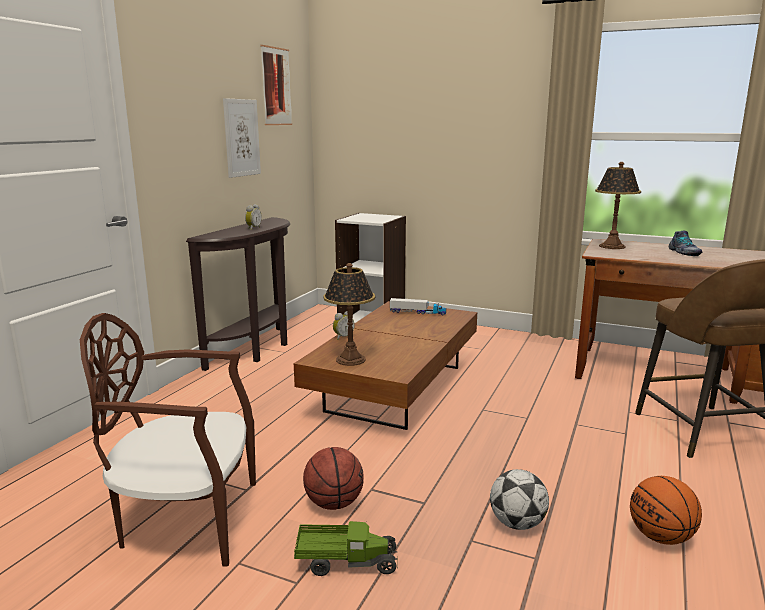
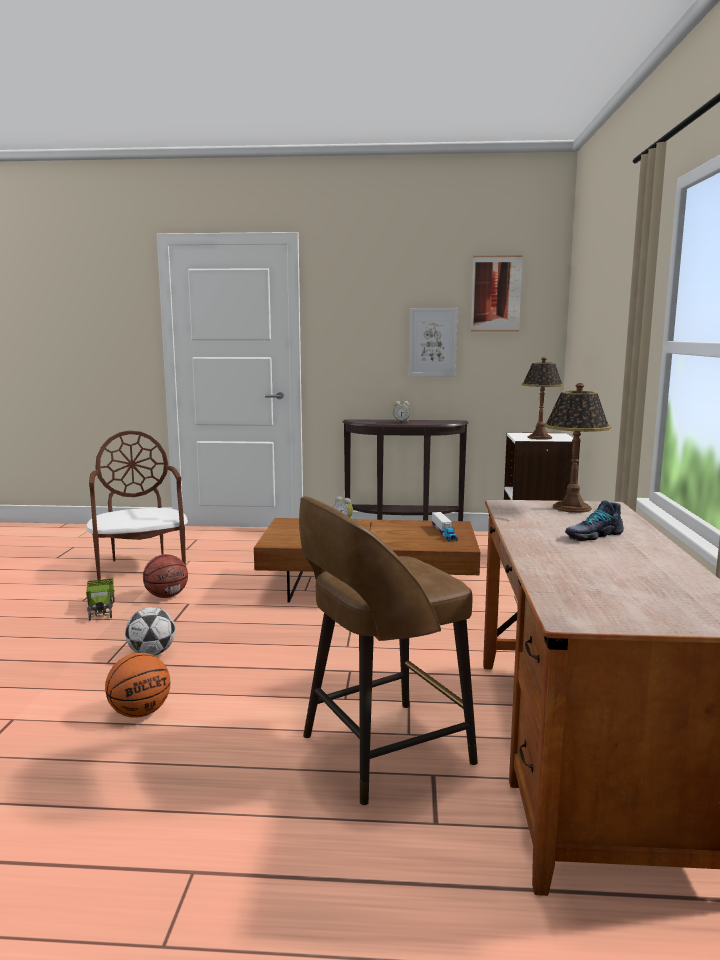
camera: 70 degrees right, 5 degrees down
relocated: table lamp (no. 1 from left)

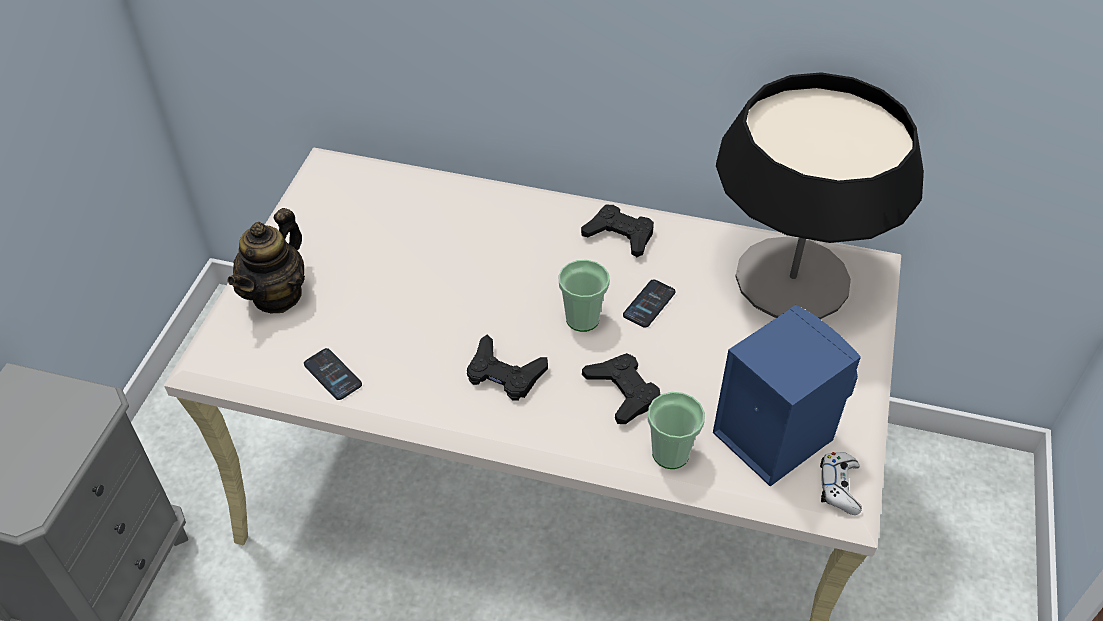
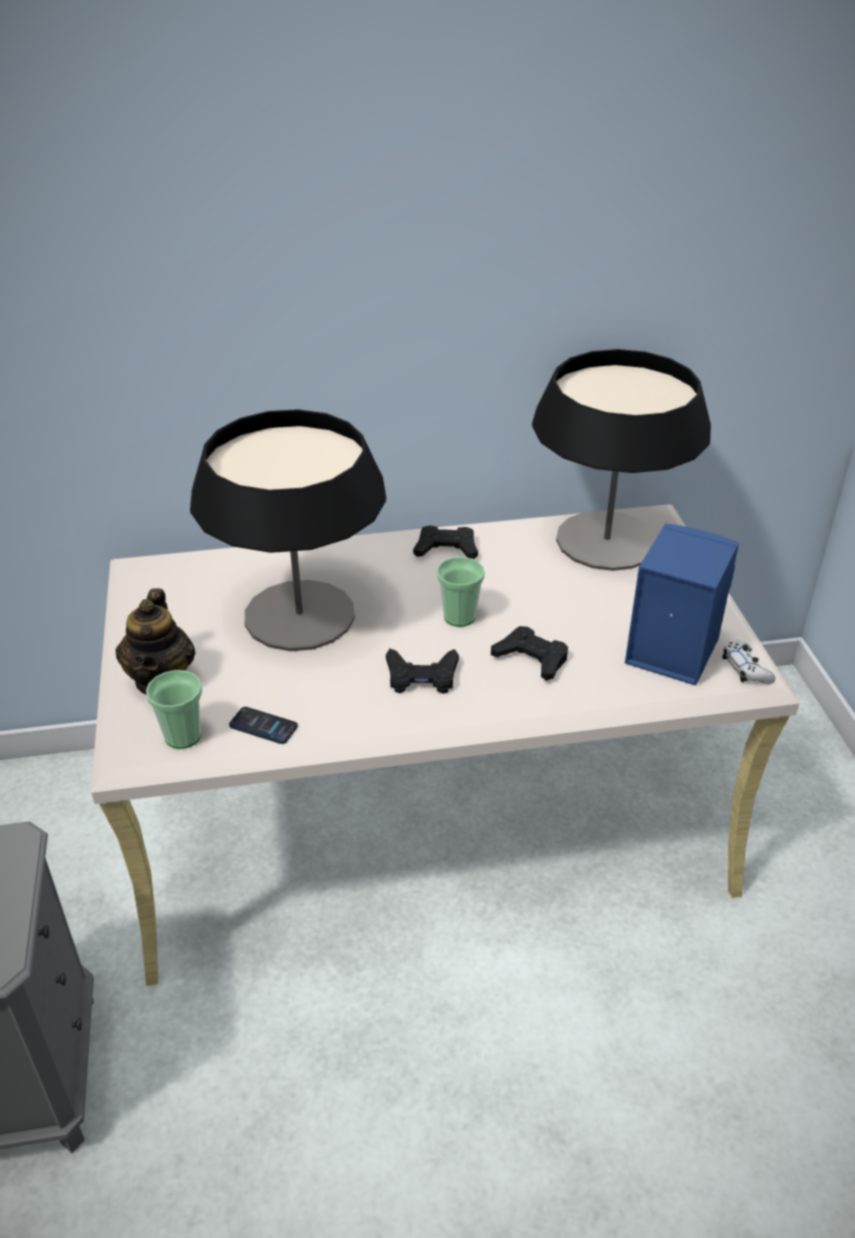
camera: 25 degrees left, 10 degrees down
missing: phone (no. 2 from left)
appeared: table lamp (no. 1 from left)
relocated: cup (no. 2 from left in the first image) to cup (no. 1 from left)

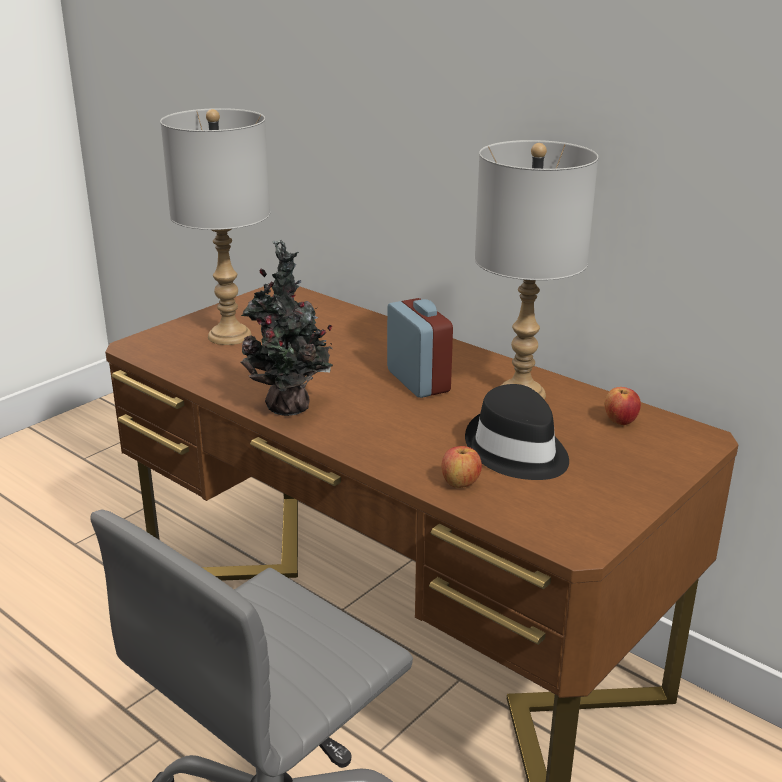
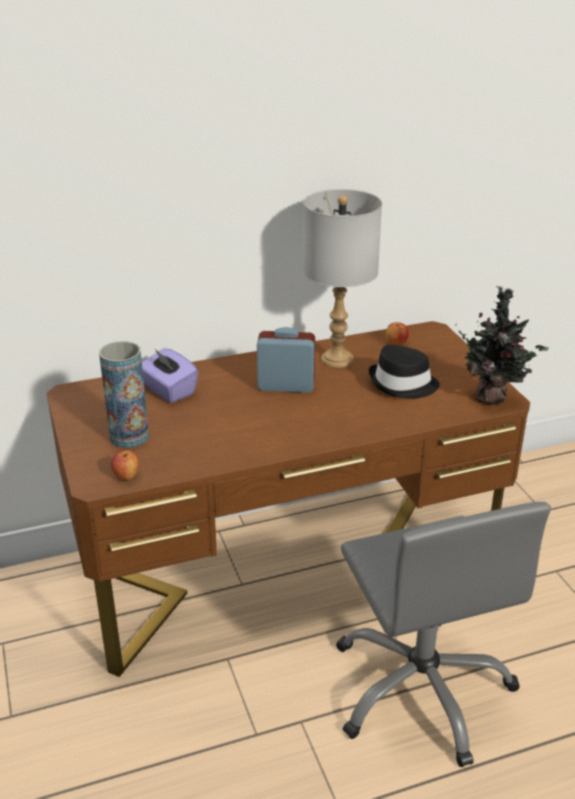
camera: 60 degrees left, 5 degrees up
appeared: tissue box/purple
relocated: potted plant; apple (no. 1 from left)
exchanged: table lamp/grey (no. 1 from left) to vase

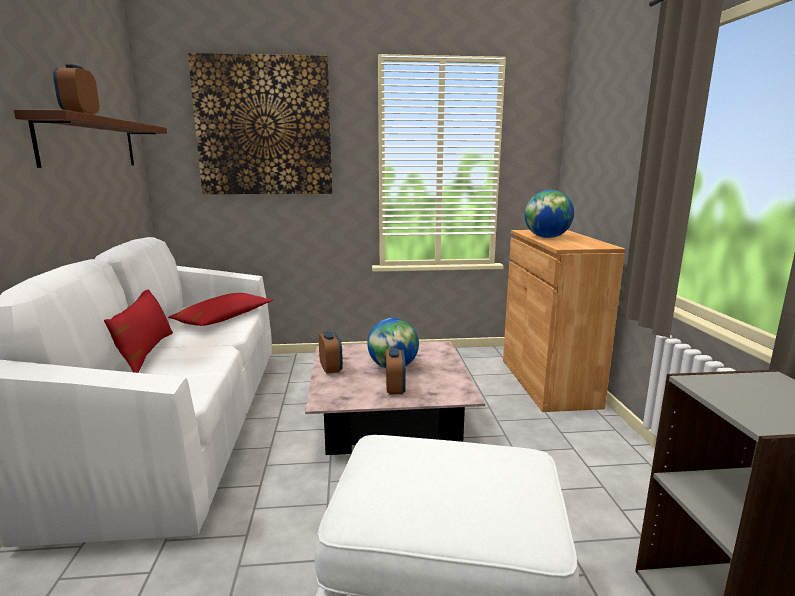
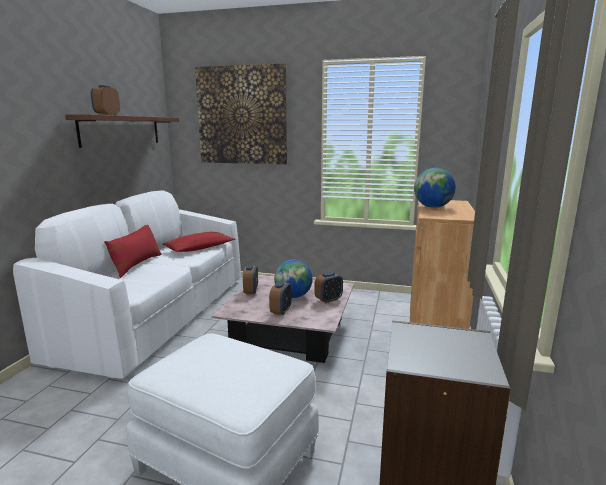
camera: 20 degrees right, 0 degrees up
appeared: alarm clock (no. 4 from left)

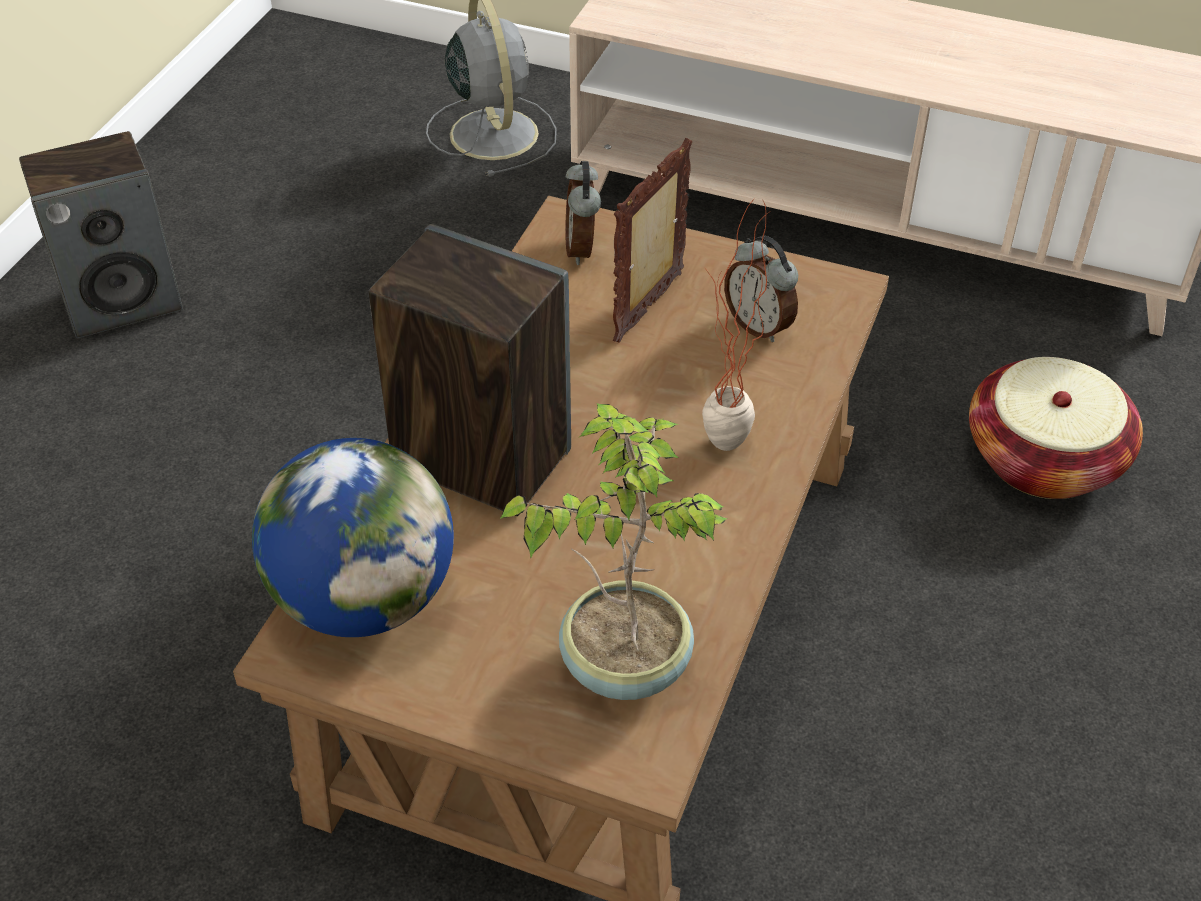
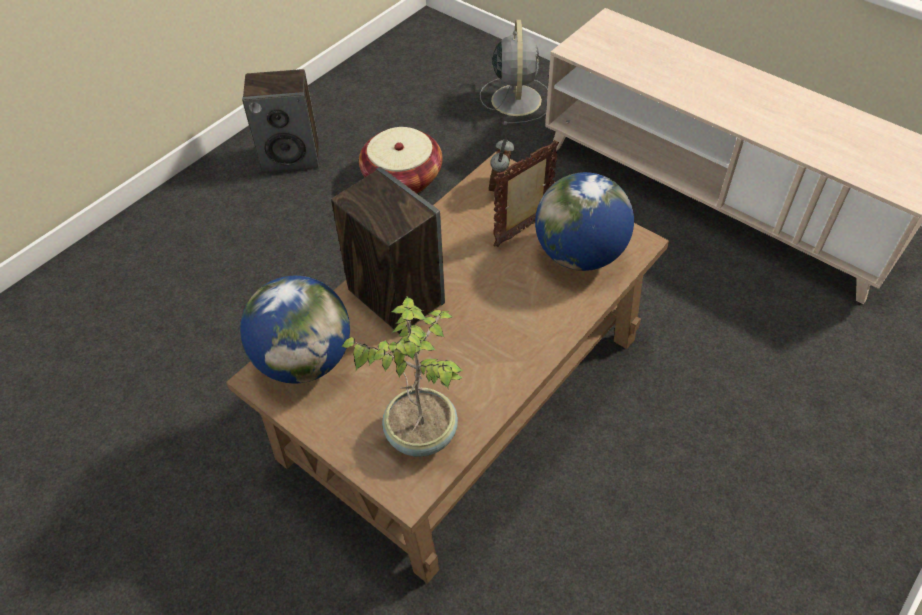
camera: 20 degrees right, 5 degrees up
missing: potted plant (no. 2 from left)
relocated: basket
exchanged: alarm clock (no. 2 from left) to globe (no. 2 from left)

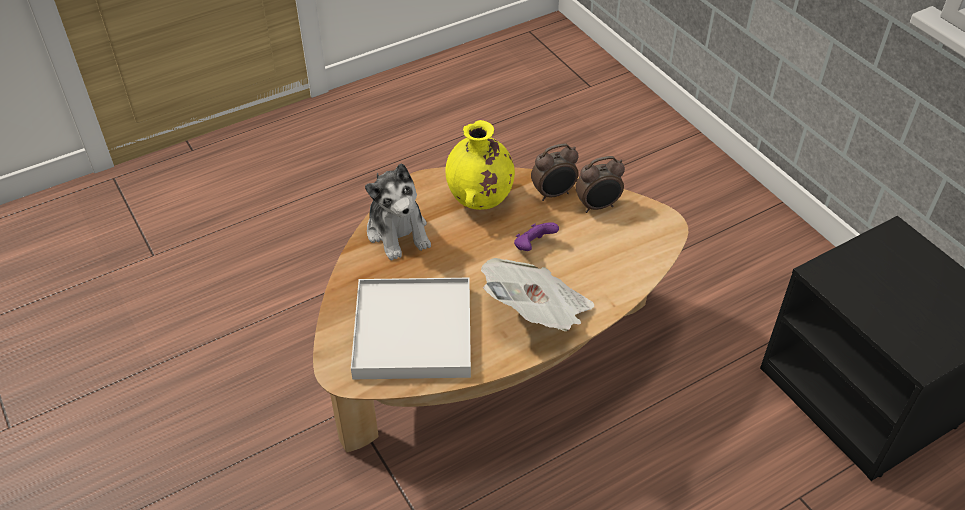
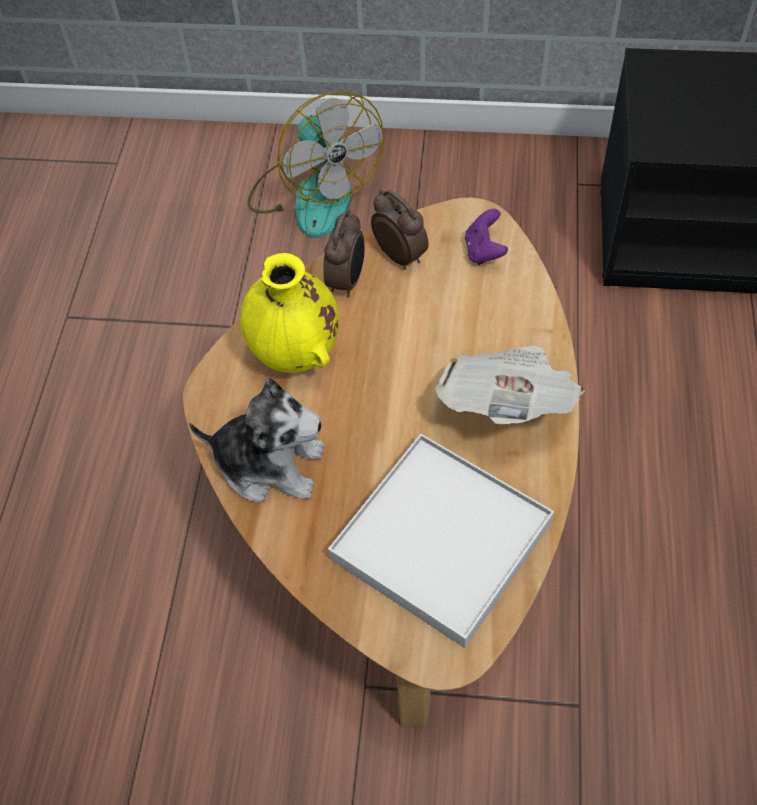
camera: 50 degrees left, 10 degrees up
appeared: fan
relocated: game controller/purple
spun: alarm clock (no. 2 from left) 60 degrees counterclockwise

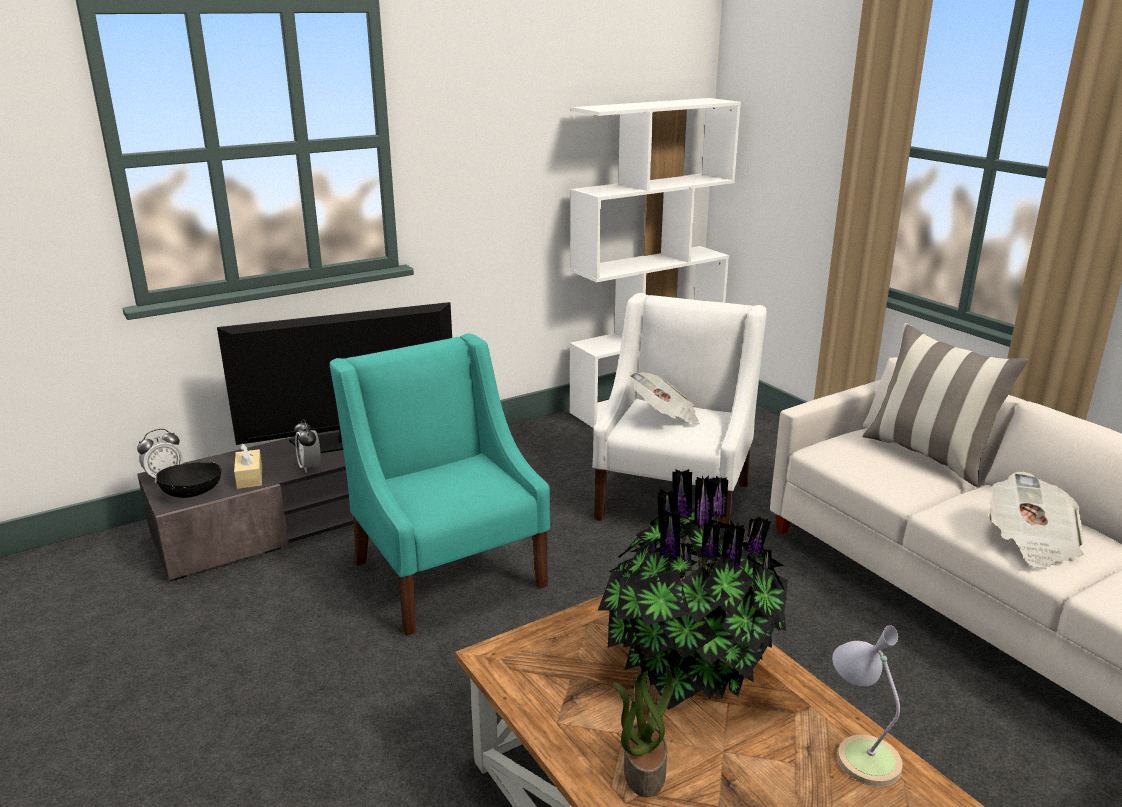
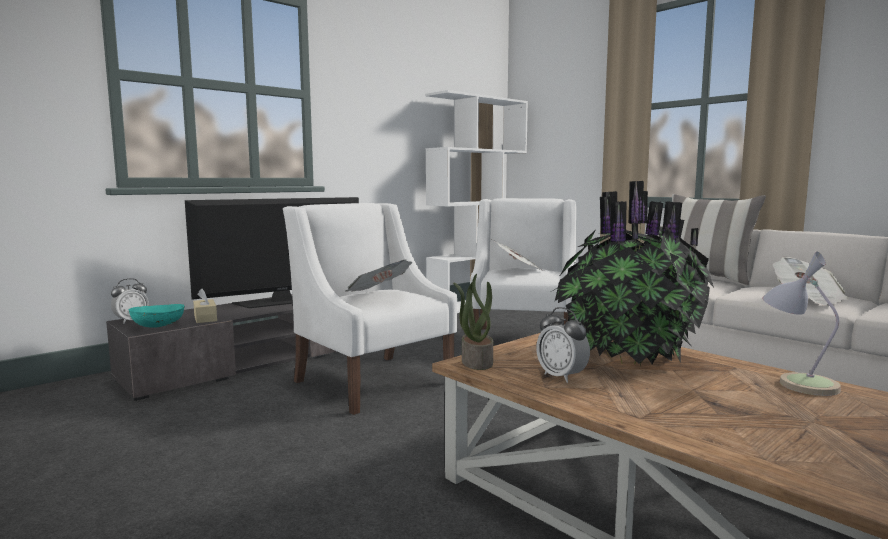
camera: 10 degrees left, 15 degrees down
appeared: newspaper (no. 1 from left)
relocated: alarm clock (no. 2 from left); potted plant (no. 1 from left)
colour: armchair/turquoise to armchair/white (no. 1 from left); bowl/black to bowl/turquoise

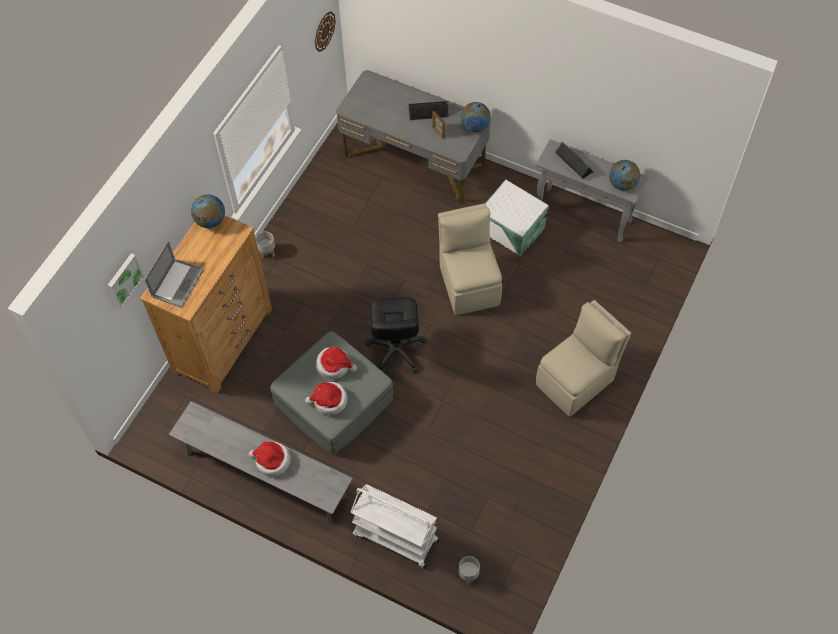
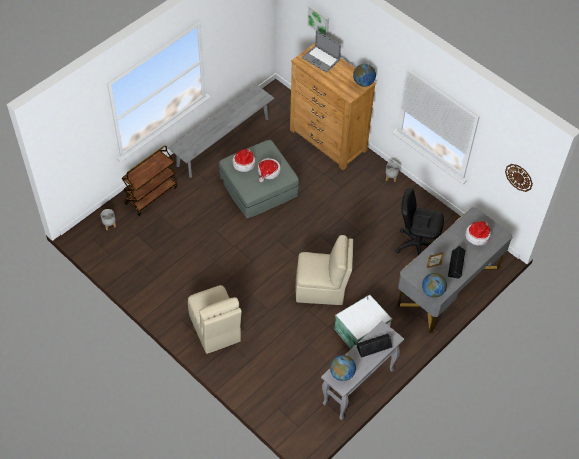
camera: 105 degrees right, 5 degrees down
relocated: office chair/black; hat (no. 1 from left in the first image) to hat (no. 3 from left)
colour: cart/white to cart/brown

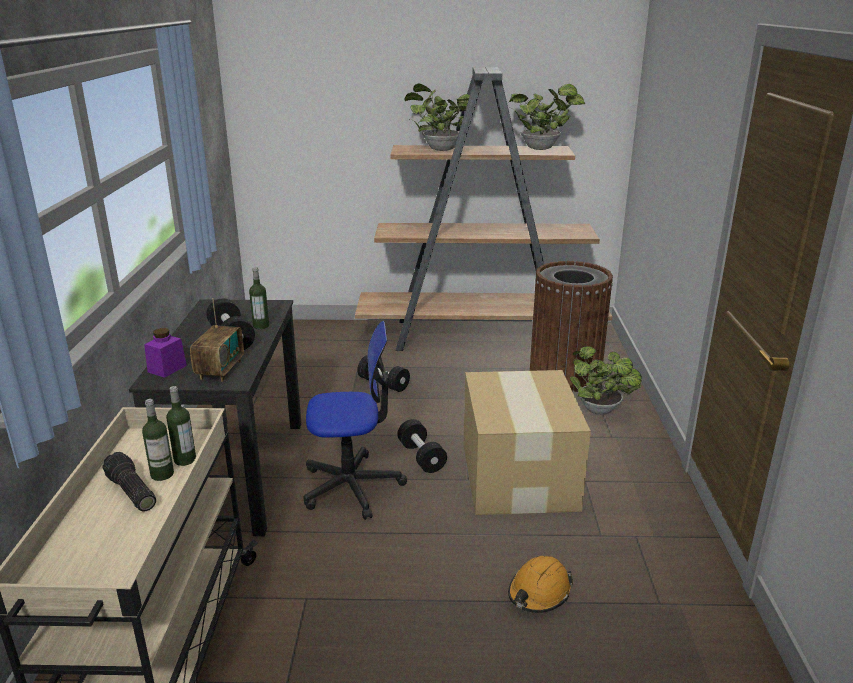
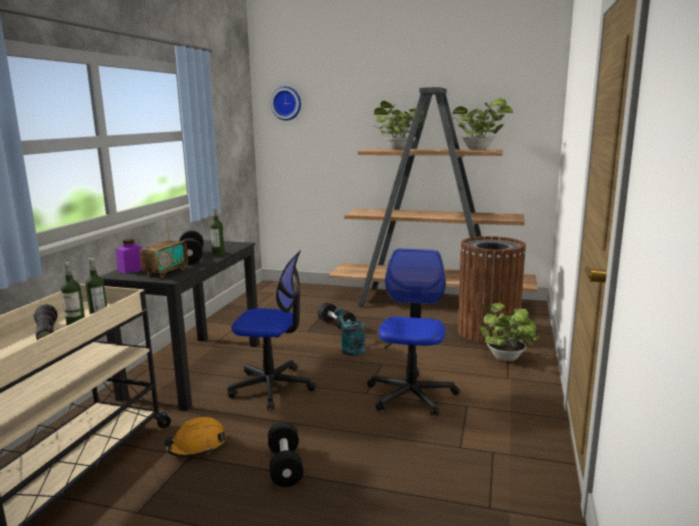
camera: 15 degrees right, 10 degrees down
appeared: wall clock; watering can/turquoise
relocated: dumbbell/black (no. 3 from left in the first image) to dumbbell/black (no. 2 from left); hard hat/orange
exchanged: cardboard box to office chair (no. 2 from left)

